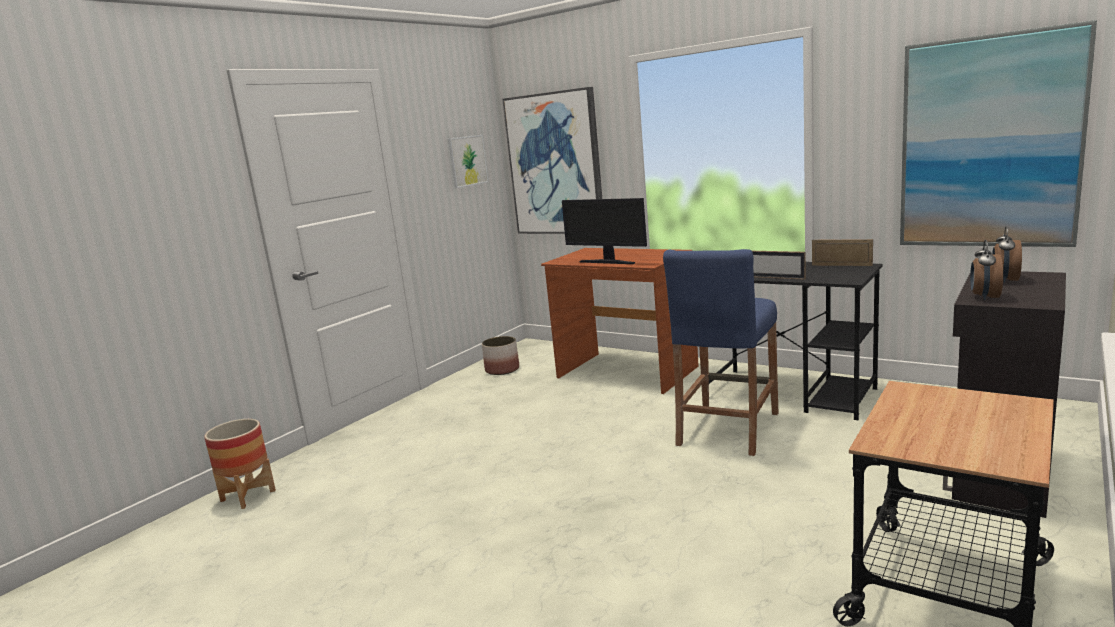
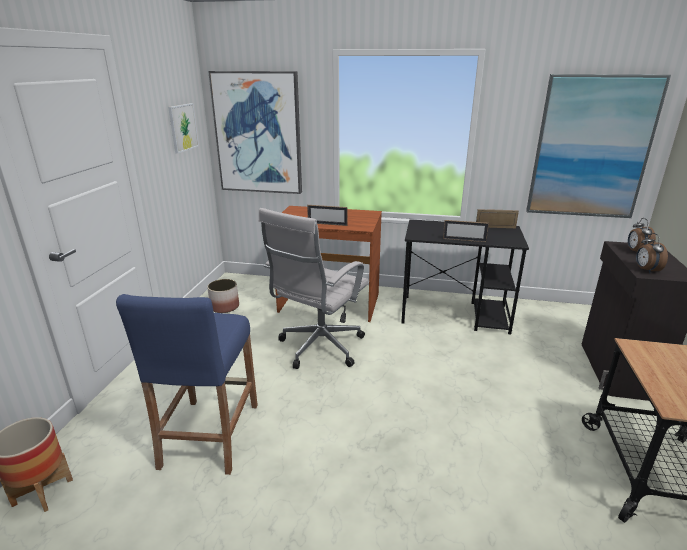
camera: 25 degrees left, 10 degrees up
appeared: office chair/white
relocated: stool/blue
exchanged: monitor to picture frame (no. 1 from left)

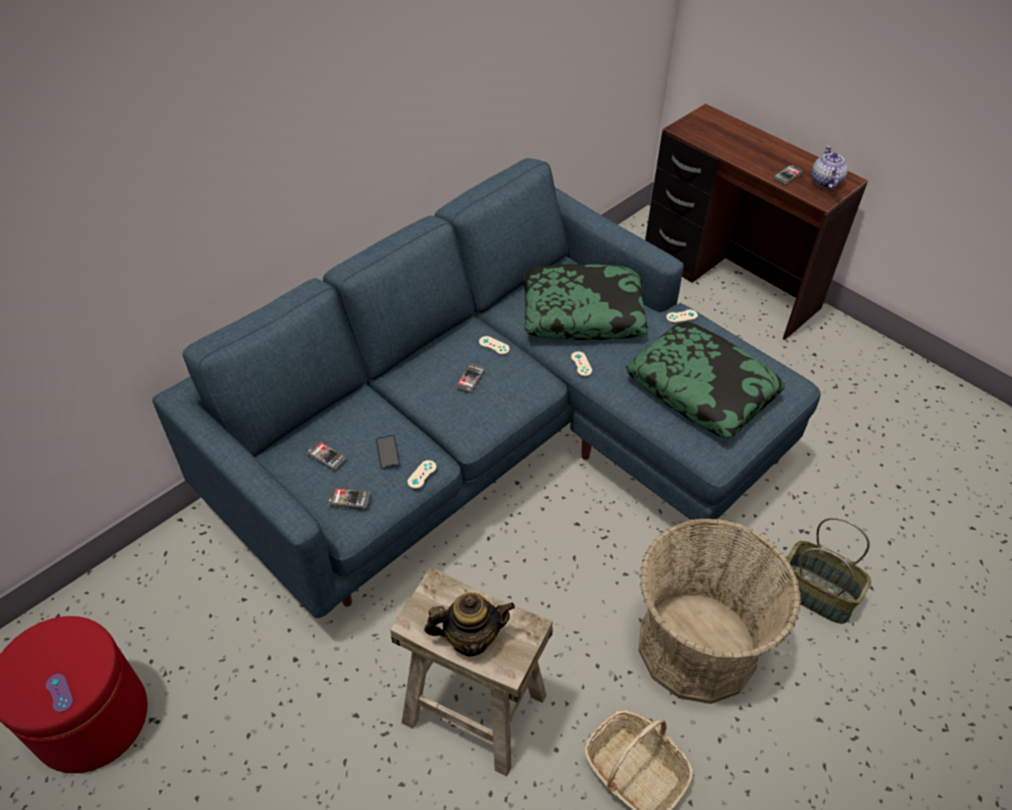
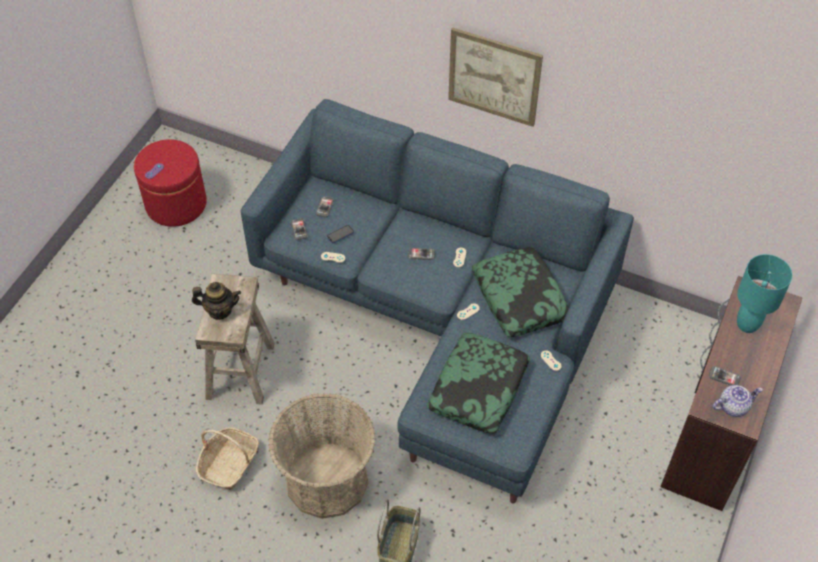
camera: 70 degrees right, 5 degrees up
appeared: picture; table lamp/turquoise
spun: teapot (no. 1 from left) 60 degrees counterclockwise

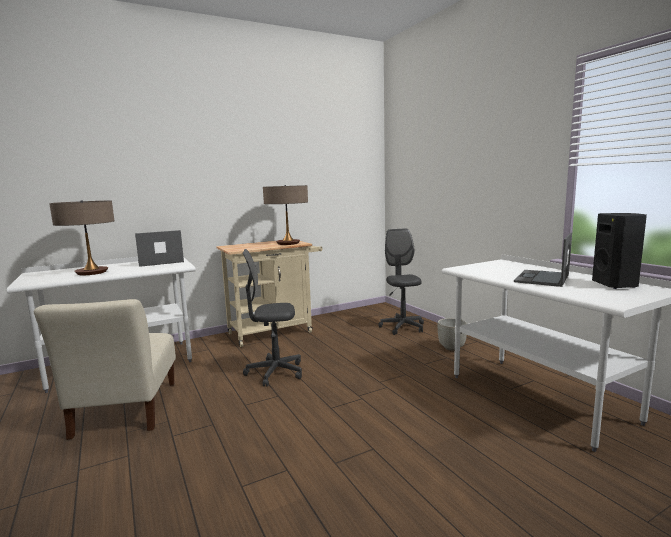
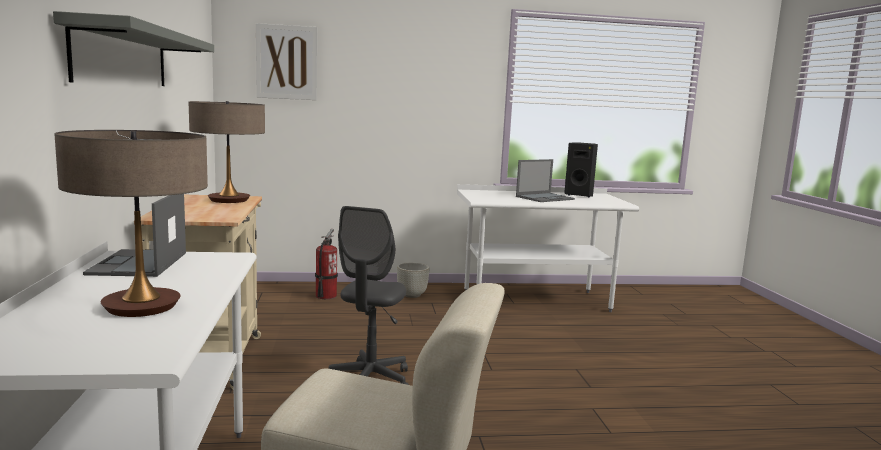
camera: 70 degrees left, 0 degrees up
appeared: shelf/grey; picture
exchanged: office chair/grey (no. 2 from left) to fire extinguisher
spun: laptop (no. 2 from left) 90 degrees counterclockwise

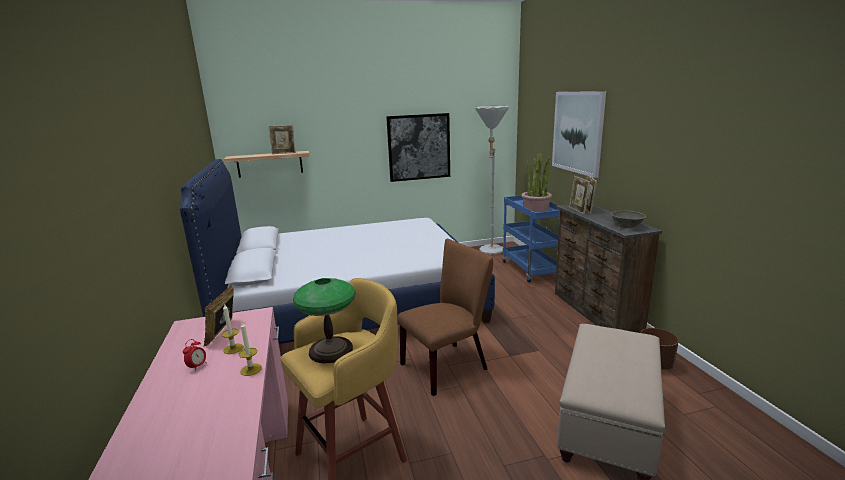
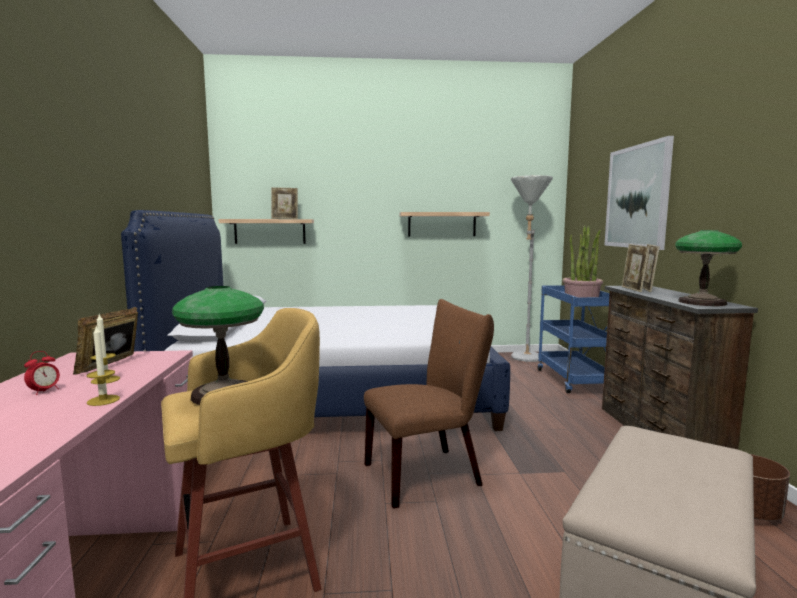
camera: 10 degrees right, 10 degrees down
exchanged: picture (no. 1 from left) to shelf (no. 2 from left); bowl/grey to table lamp (no. 2 from left)

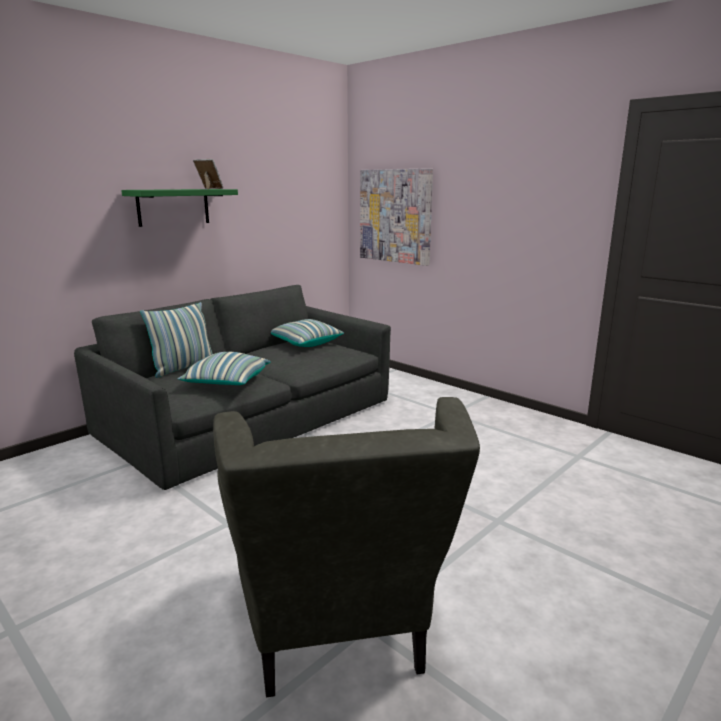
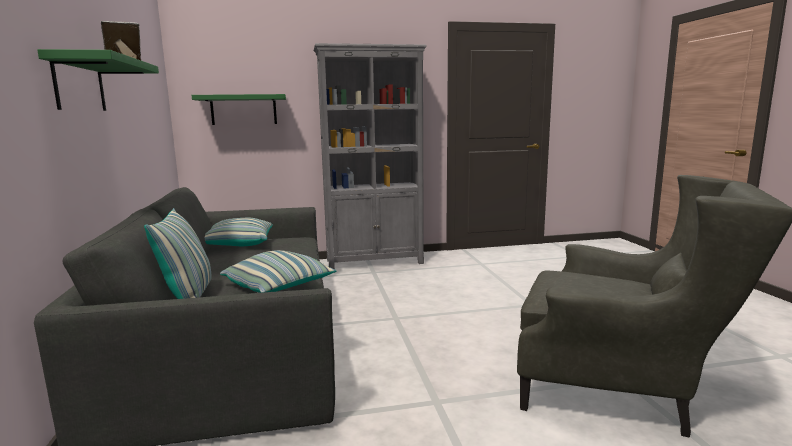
camera: 55 degrees left, 5 degrees down
appeared: bookcase/grey
exchanged: picture to shelf/green (no. 2 from left)

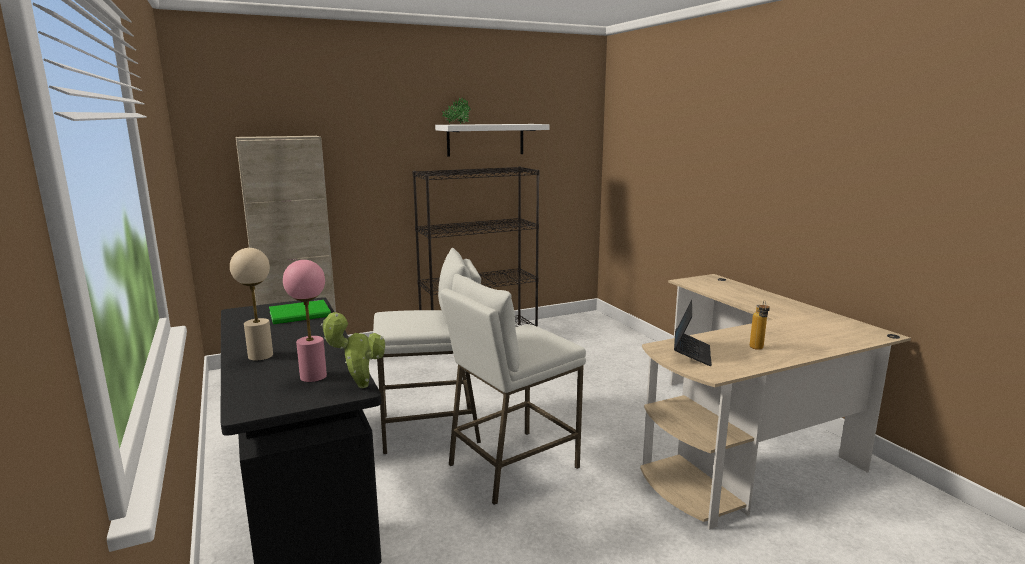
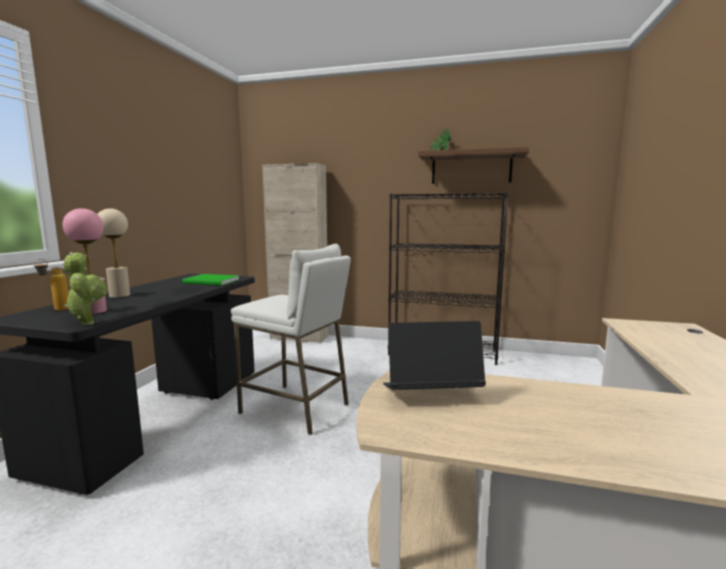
camera: 40 degrees right, 5 degrees down
missing: stool/white (no. 2 from left)
relocated: bottle
colour: shelf/white to shelf/brown
spun: laptop 150 degrees counterclockwise

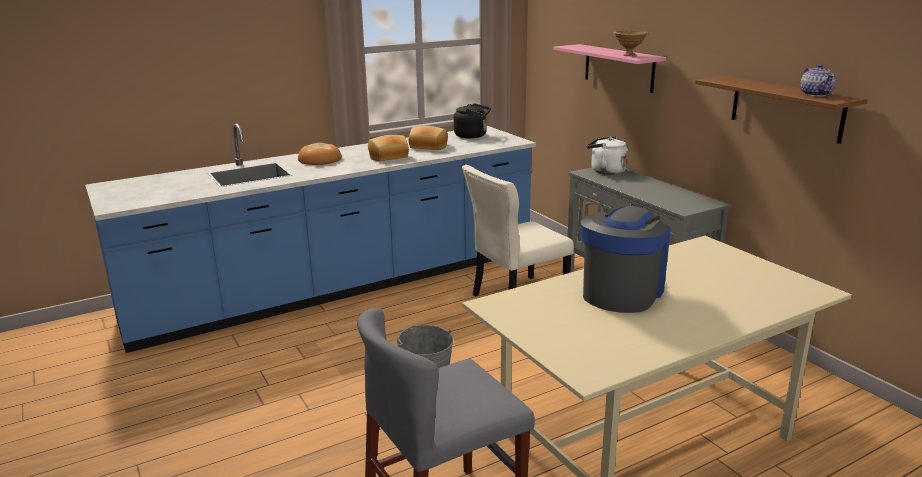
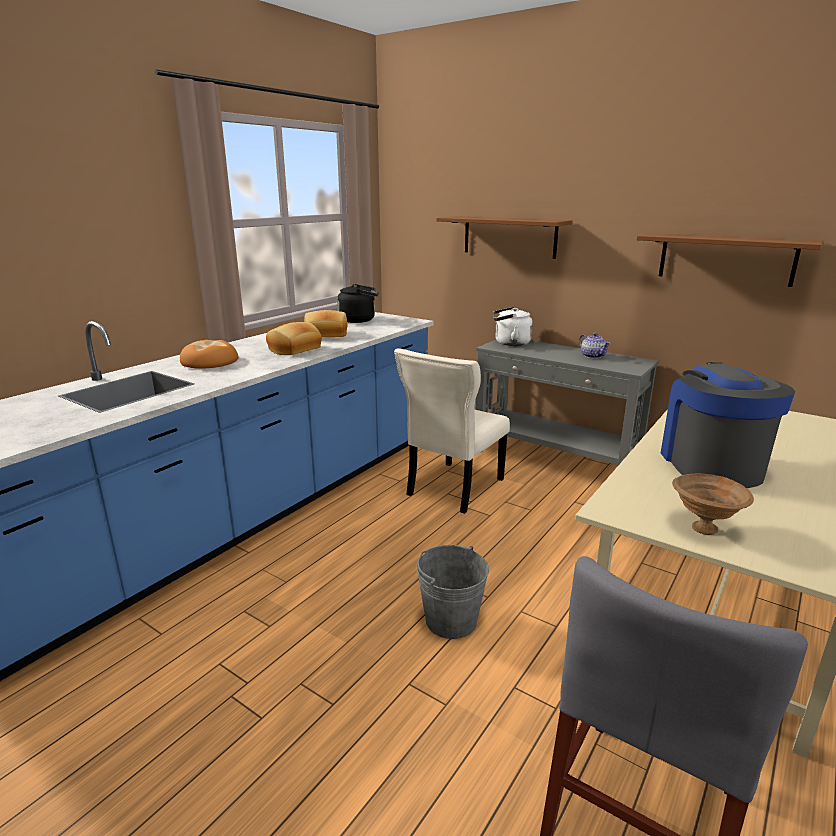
camera: 25 degrees left, 0 degrees up
relocated: bowl/brown; teapot
colour: shelf/pink to shelf/brown (no. 1 from left)

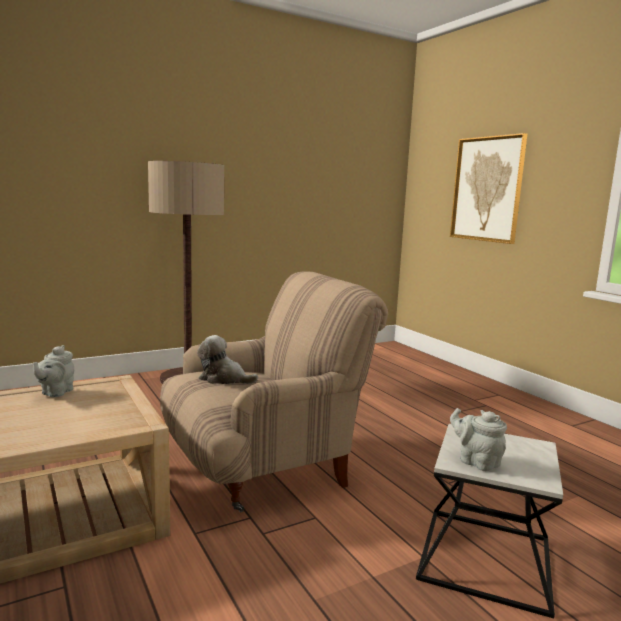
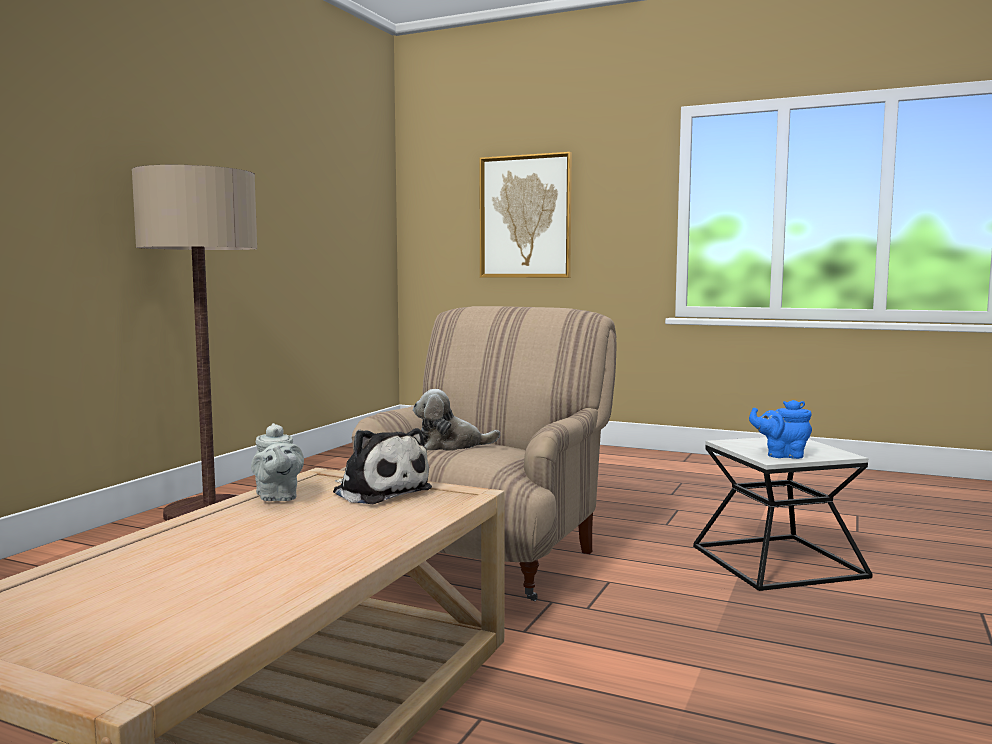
camera: 35 degrees left, 5 degrees down
appeared: plush toy (no. 1 from left)
colour: teapot/grey (no. 2 from left) to teapot/blue

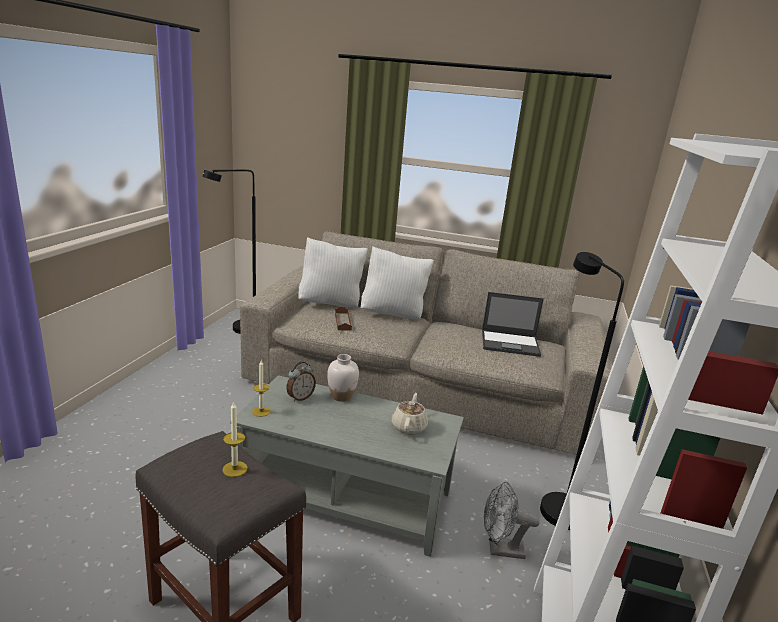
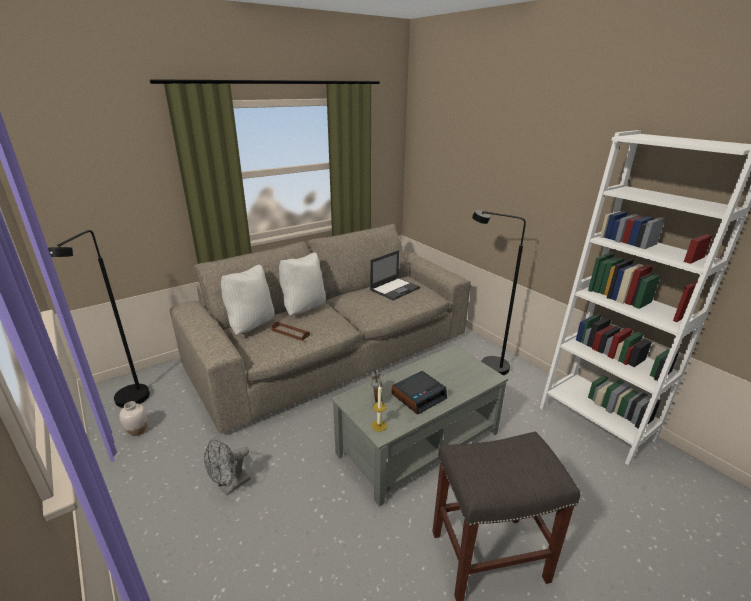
camera: 50 degrees left, 5 degrees up
missing: teapot/beige; candle (no. 1 from left)
appeared: alarm clock (no. 2 from left)
relocated: vase/white; fan/grey

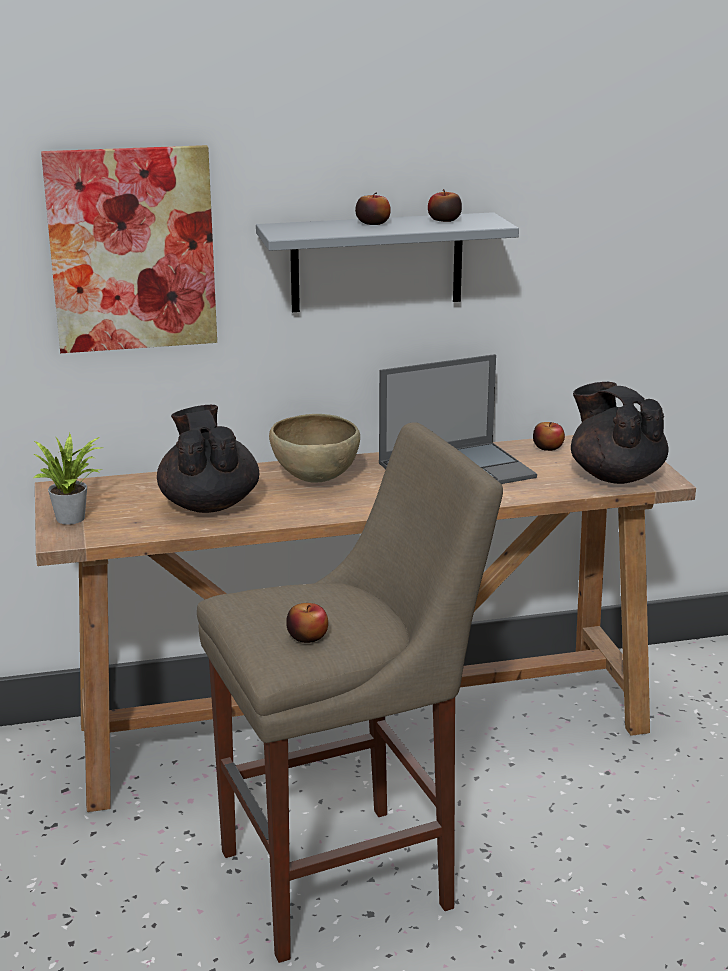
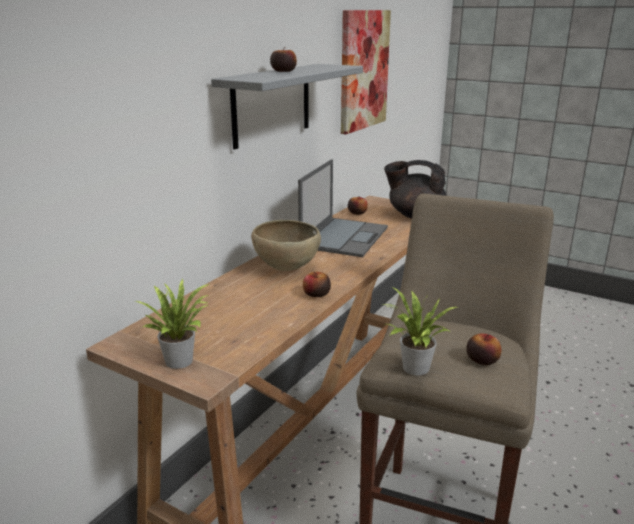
camera: 45 degrees left, 0 degrees up
missing: teapot/black (no. 1 from left)
appeared: potted plant (no. 2 from left)
relocated: picture; apple (no. 3 from left in the first image) to apple (no. 2 from left)

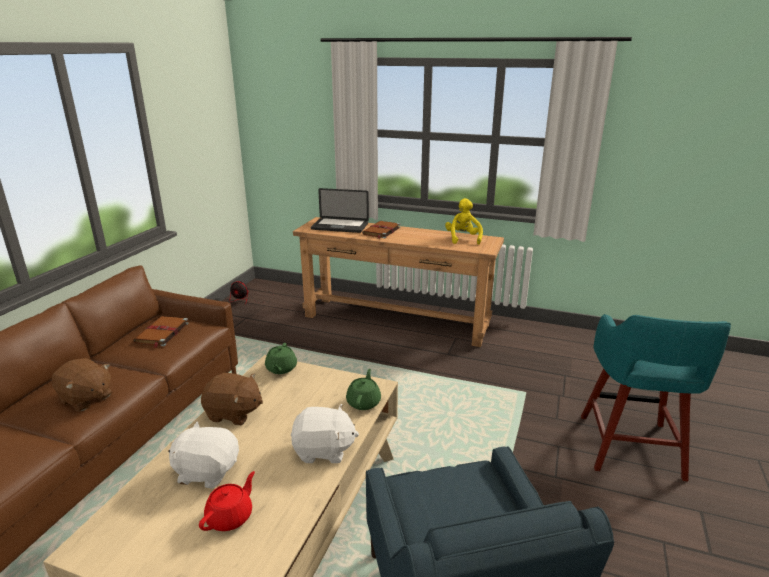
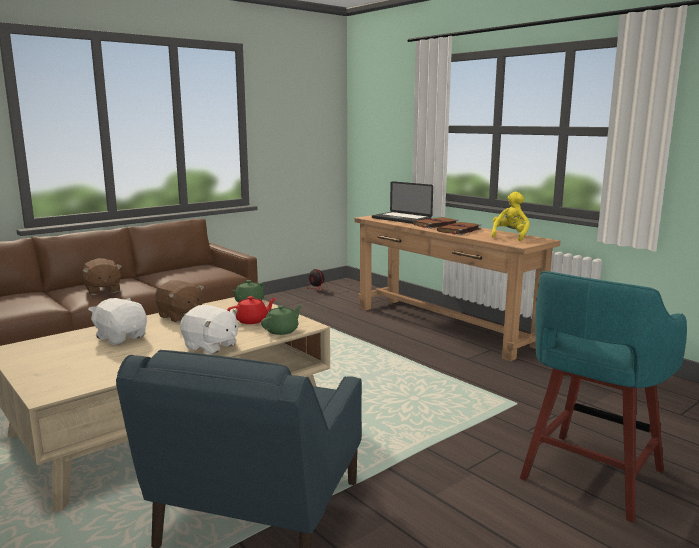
camera: 30 degrees right, 10 degrees down
relocated: book/brown (no. 1 from left in the first image) to book/brown (no. 2 from left); teapot/red

